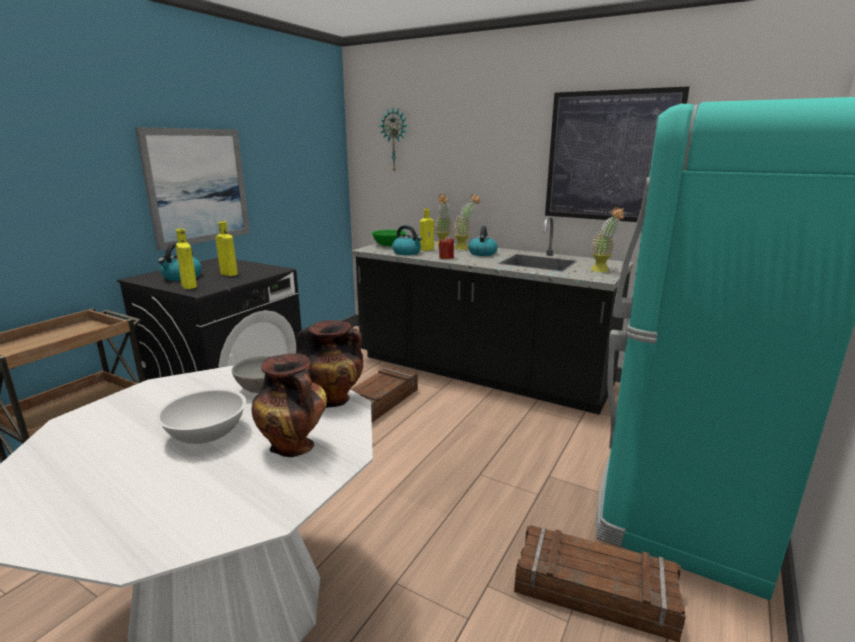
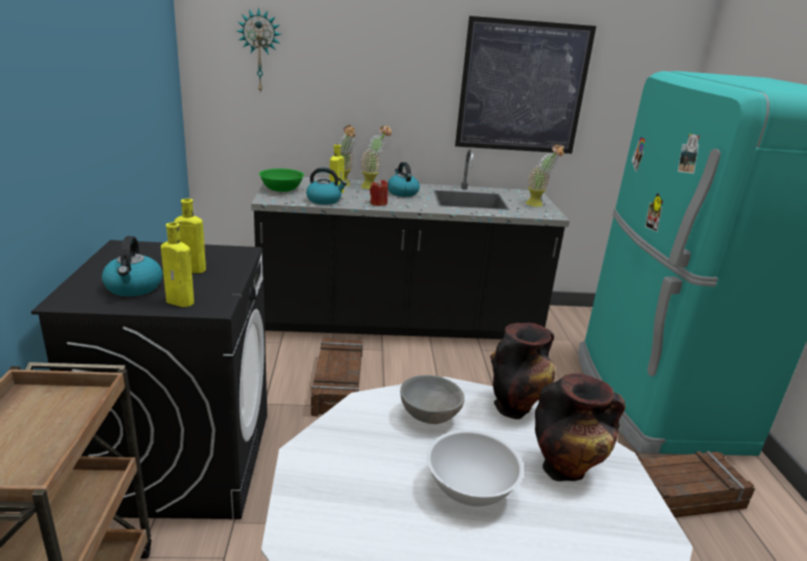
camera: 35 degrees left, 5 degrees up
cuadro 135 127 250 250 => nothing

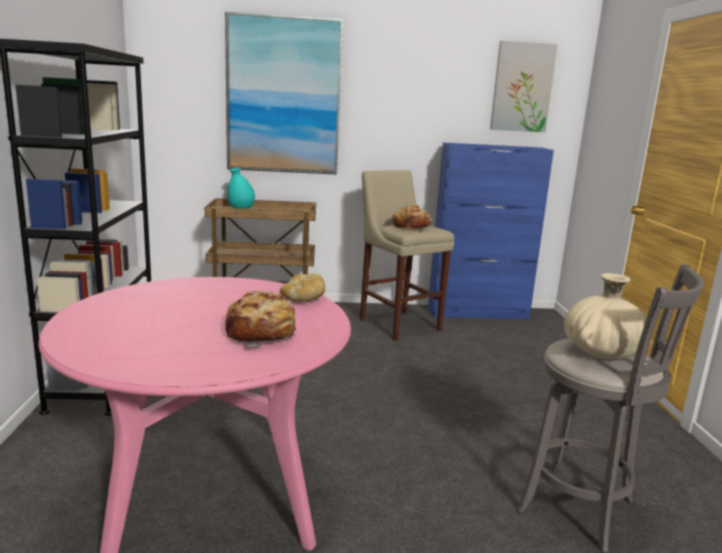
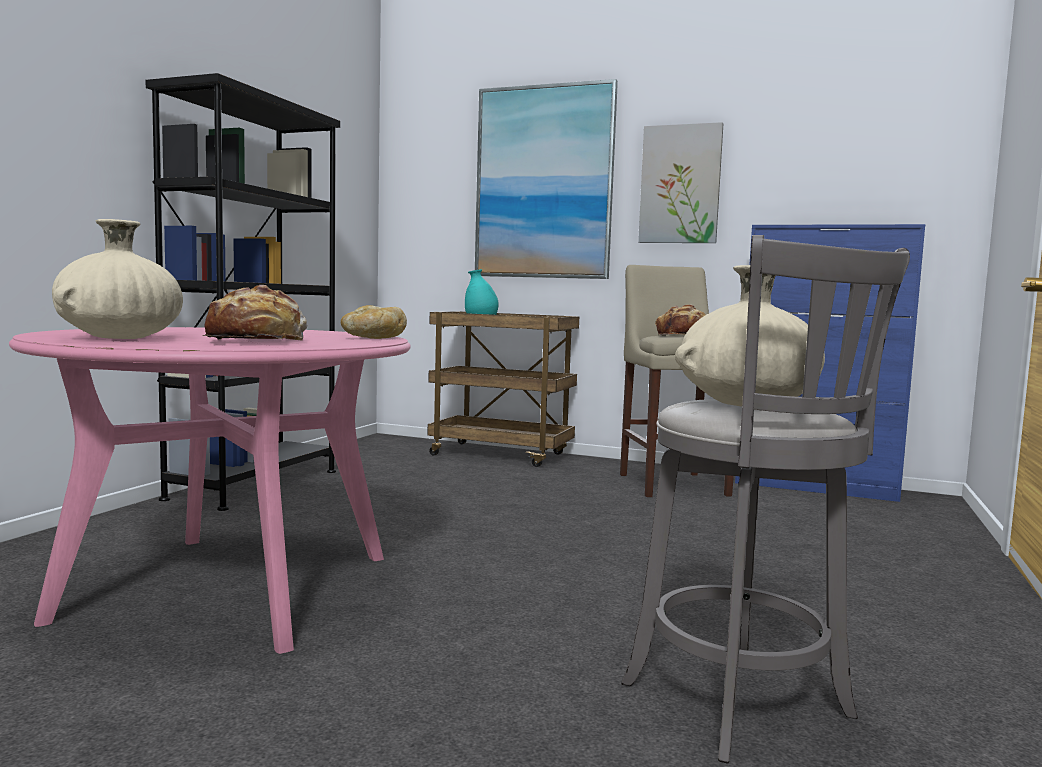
camera: 25 degrees right, 10 degrees down
nothing => florero (beis) 52 219 183 339
cuadro 490 41 558 132 => cuadro 638 122 723 243, relocated

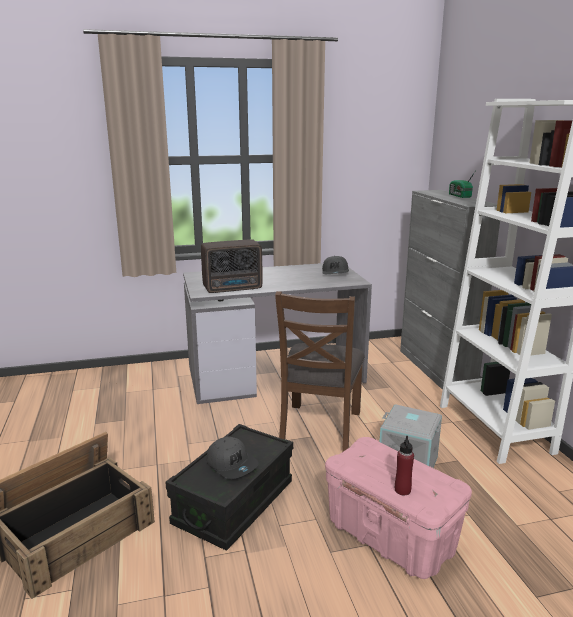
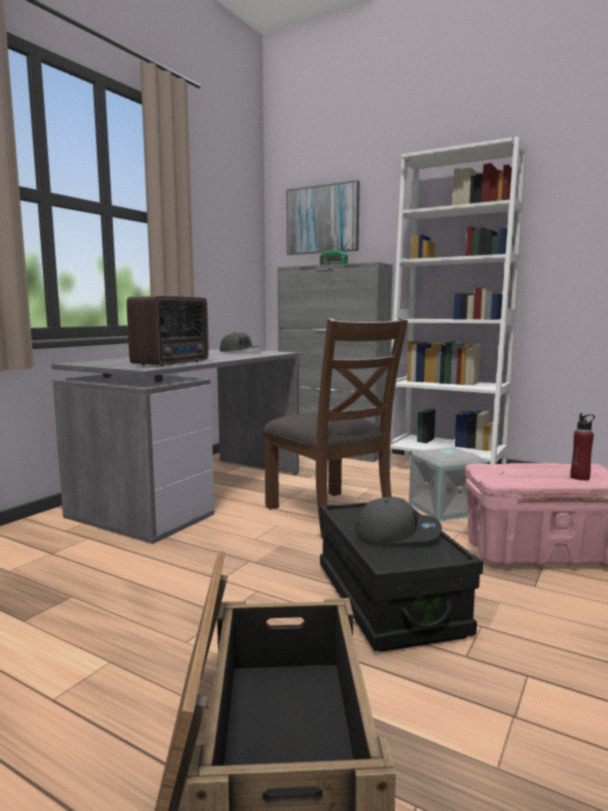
camera: 45 degrees left, 10 degrees down
nothing => cuadro 287 180 360 255

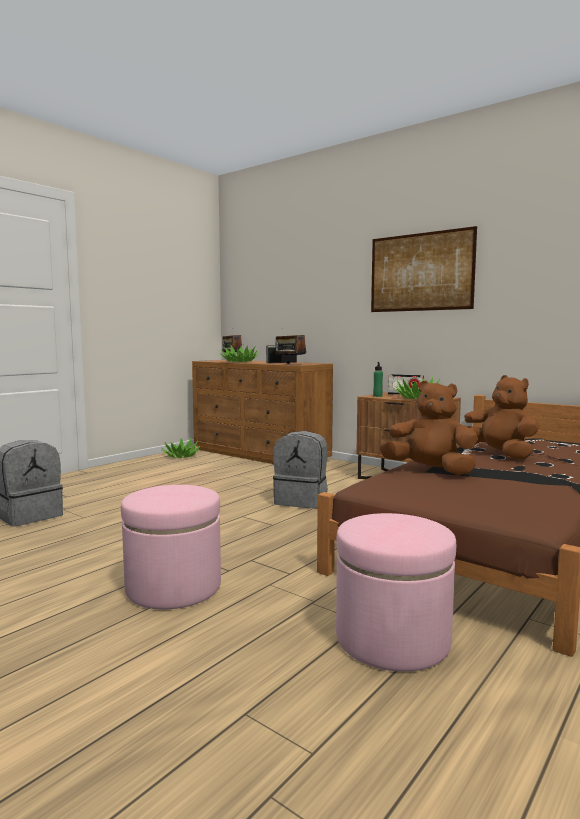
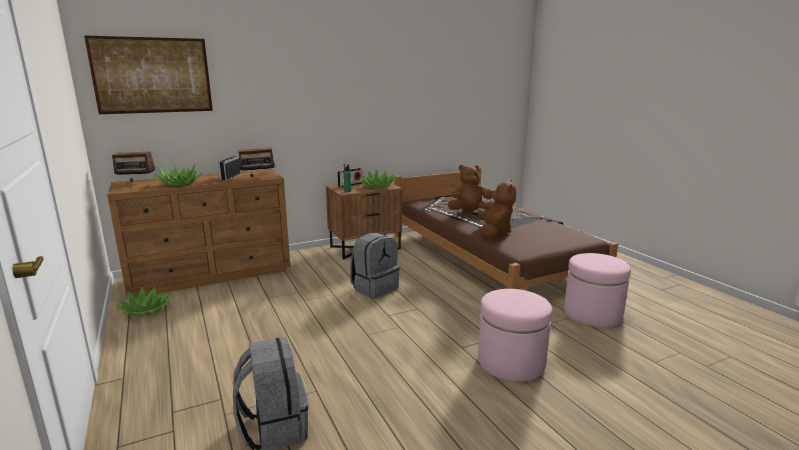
camera: 65 degrees left, 10 degrees up
cuadro 371 226 477 312 => cuadro 84 35 213 114, relocated
peluche (marrón) 379 381 478 475 => peluche (marrón) 478 180 516 238, 135 degrees clockwise

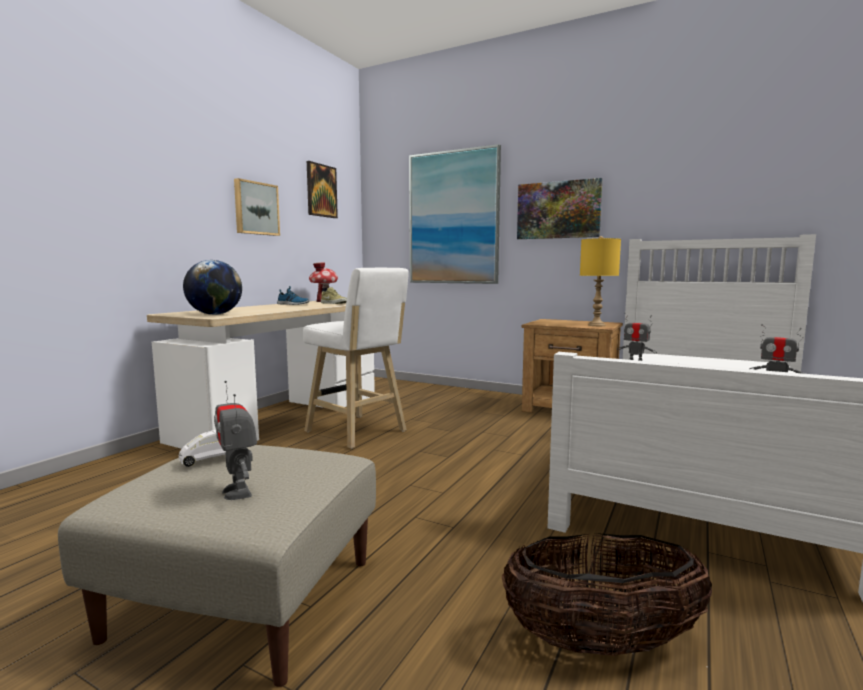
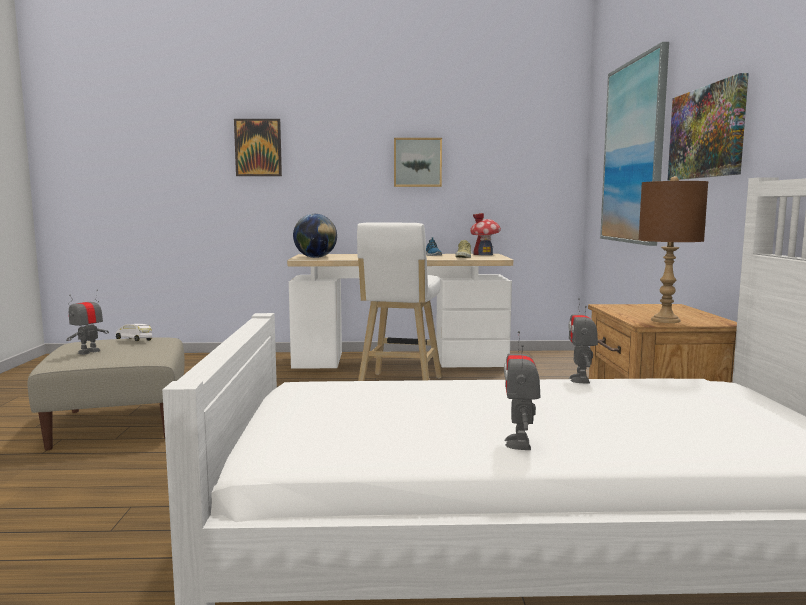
camera: 60 degrees right, 0 degrees up
cesta 502 533 712 656 => nothing
cuadro 307 161 338 218 => cuadro 234 119 282 176, relocated
lámpara de mesa (amarillo) 580 236 621 326 => lámpara de mesa (marrón) 639 176 708 323

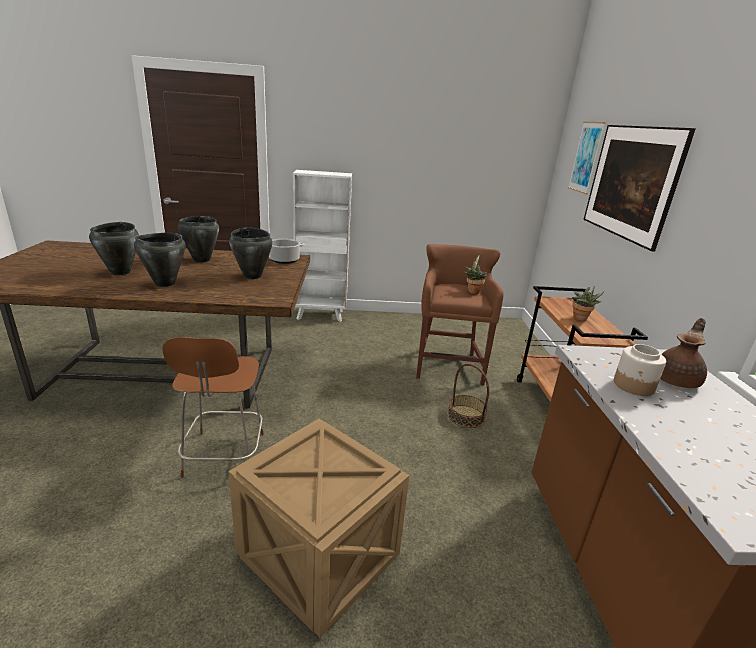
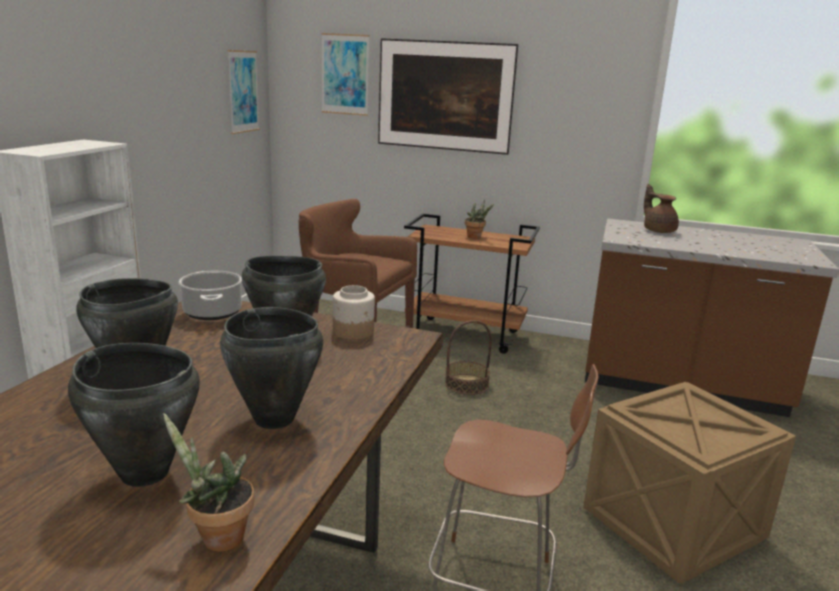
camera: 70 degrees left, 5 degrees down
nothing => cuadro 227 50 260 134
planta en maceta 464 256 487 294 => planta en maceta 163 413 254 552, relocated
tarro 614 344 666 396 => tarro 333 285 375 340, relocated

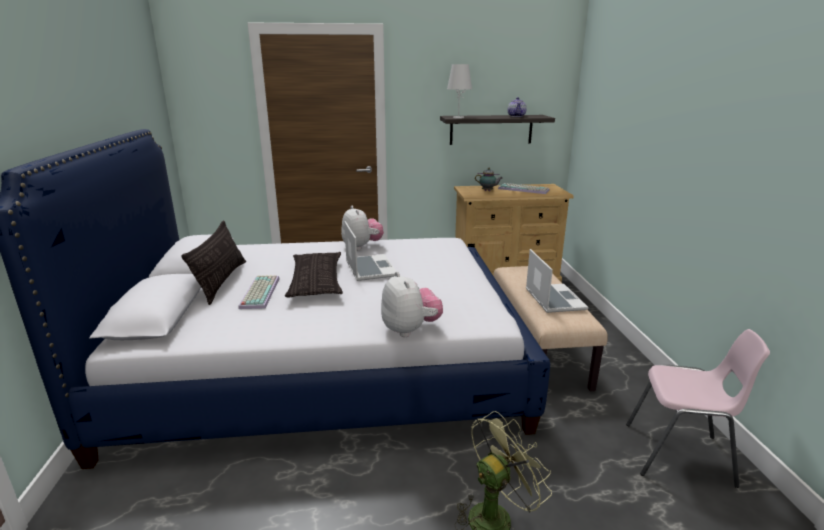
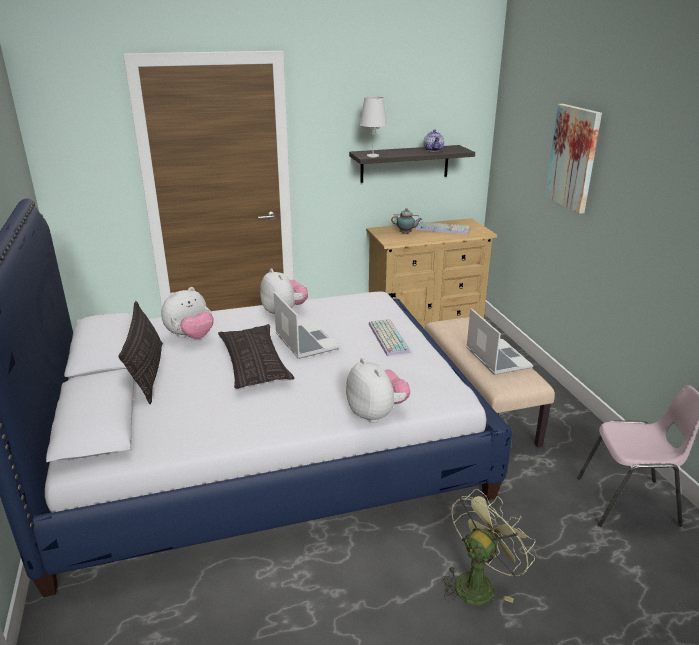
camera: 10 degrees left, 5 degrees up
nothing => peluche 161 287 214 339
nothing => cuadro 545 104 602 214
teclado 238 275 280 309 => teclado 369 319 411 356, relocated

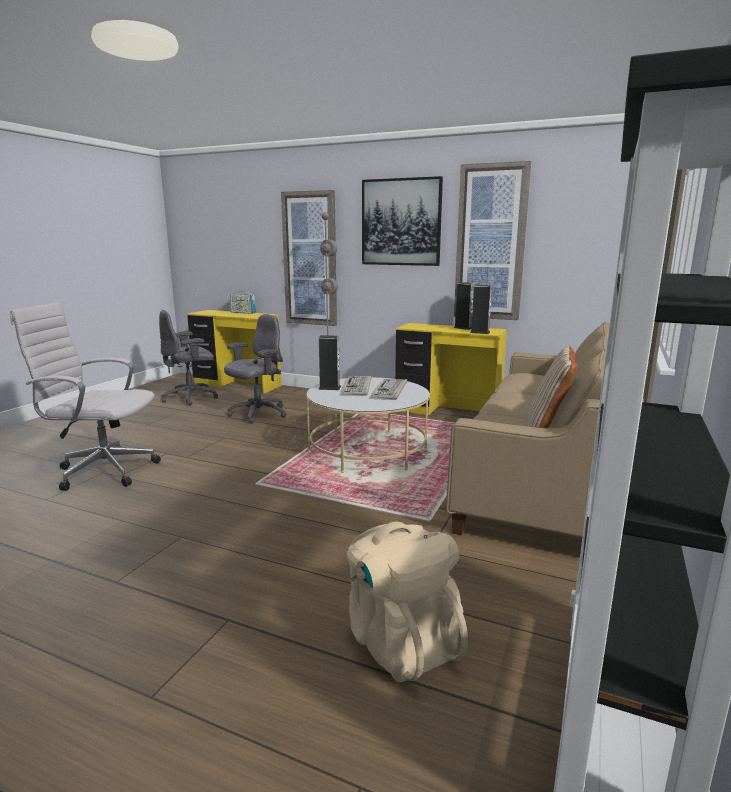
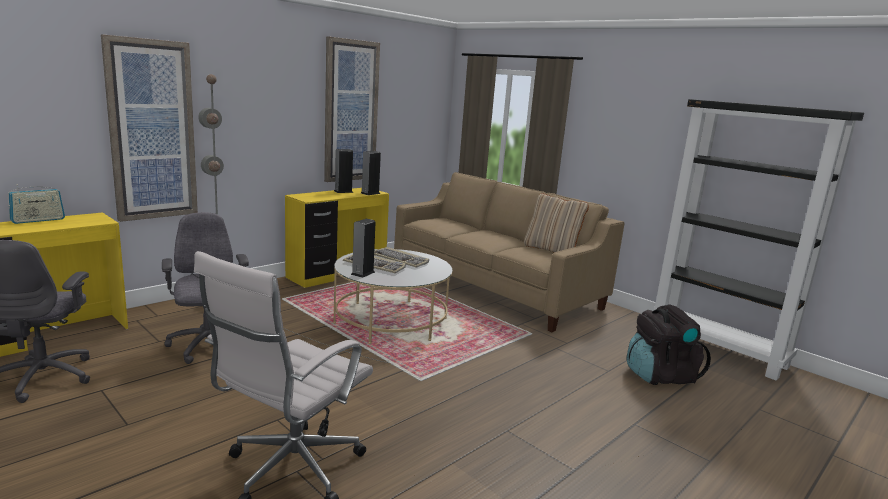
camera: 70 degrees left, 0 degrees up
cuadro 362 176 443 266 => nothing
mochila (beis) 347 522 468 682 => mochila (negro) 626 304 711 385

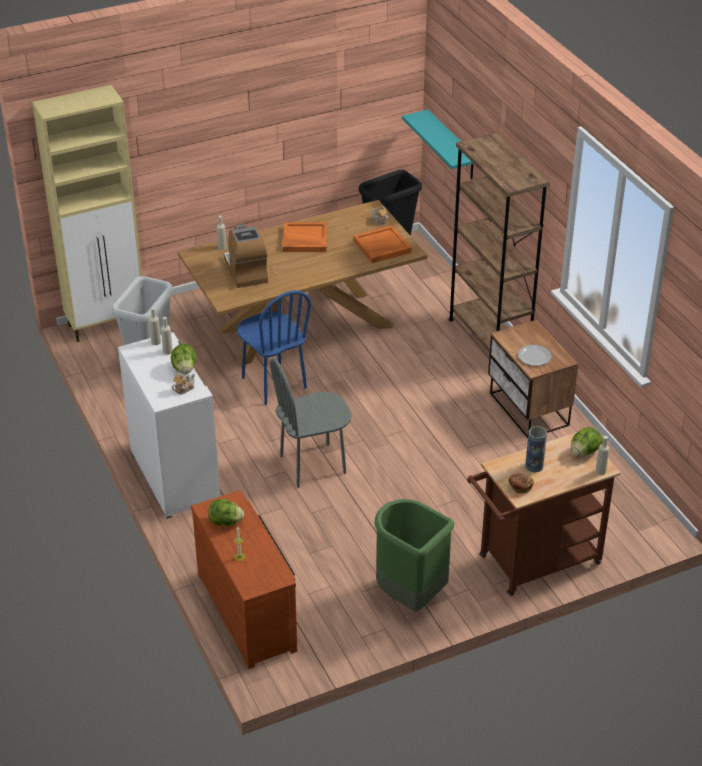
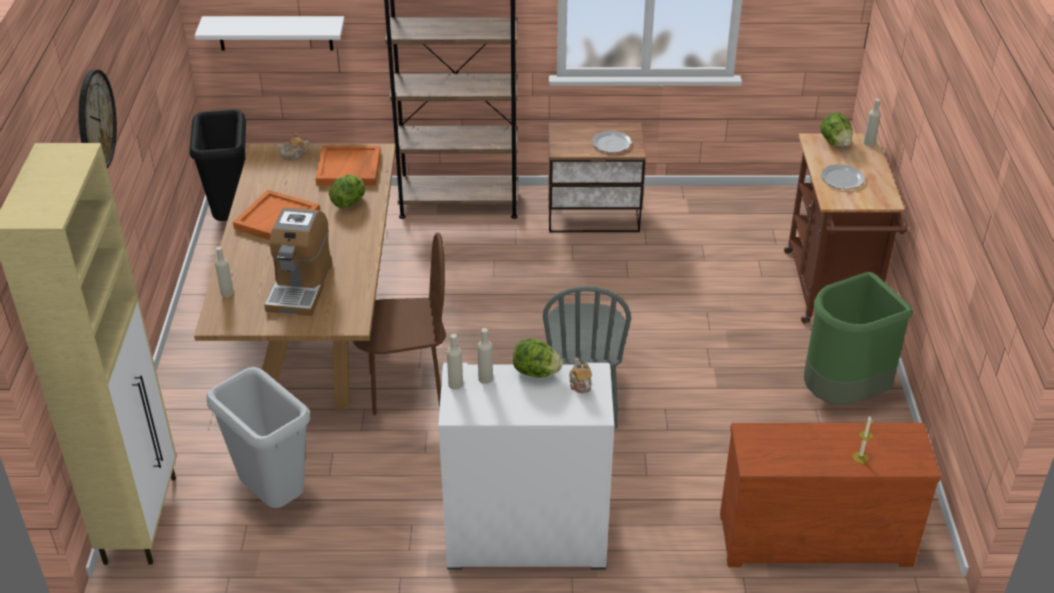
camera: 65 degrees left, 0 degrees up
pan 508 474 534 494 => nothing
nothing => reloj de pared 79 70 117 168
lechuga 208 499 244 526 => lechuga 329 175 365 208, relocated
florero 525 426 547 472 => plato 821 164 865 189
silla (azul) 237 290 311 405 => silla (marrón) 353 232 445 415
estante (turquesa) 402 110 473 179 => estante (blanco) 194 16 345 51
cafetera 224 224 268 288 => cafetera 264 207 332 316, 90 degrees counterclockwise

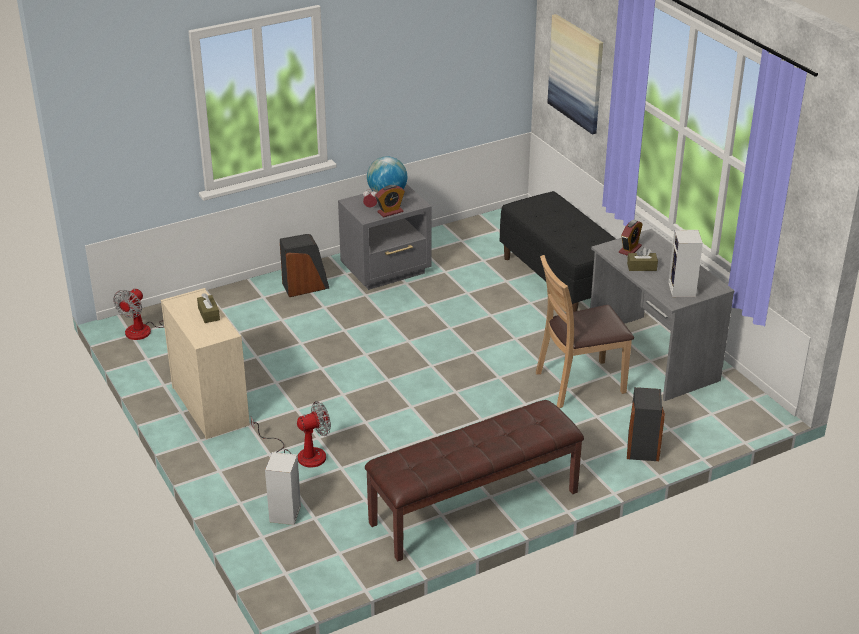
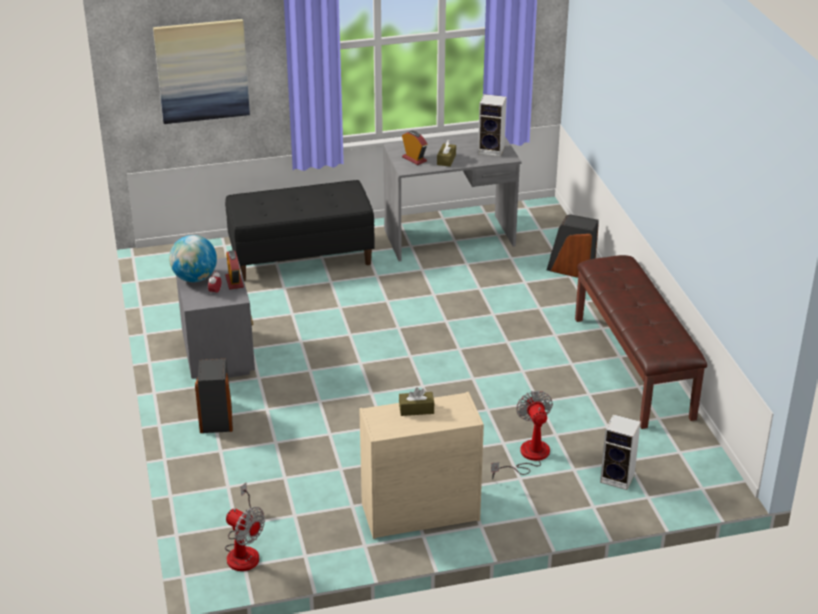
camera: 75 degrees left, 0 degrees up
silla (marrón) 536 255 634 408 => nothing

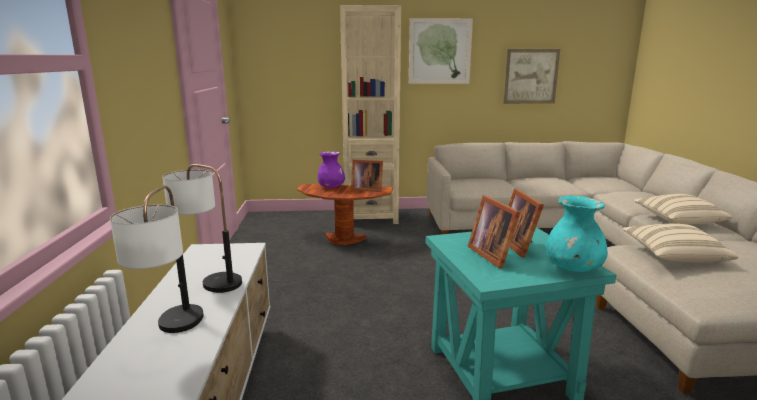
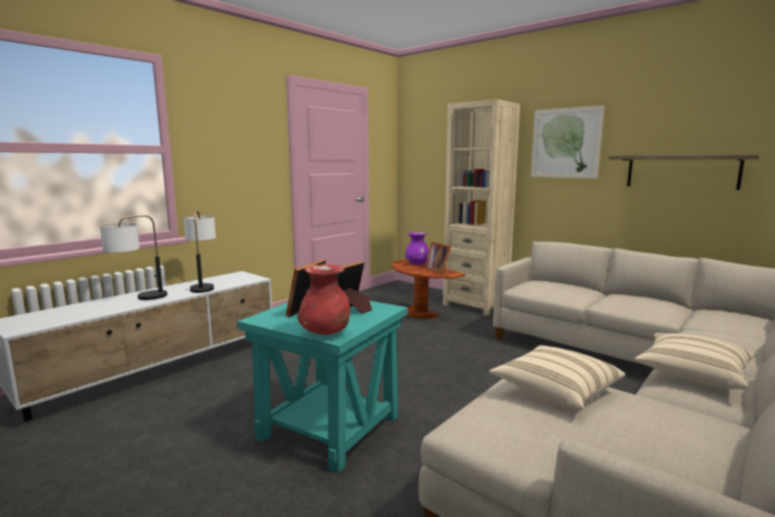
camera: 45 degrees right, 5 degrees down
cuadro 503 49 560 104 => estante 608 155 762 190
florero (turquesa) 546 196 608 272 => florero (rojo) 297 264 350 335

